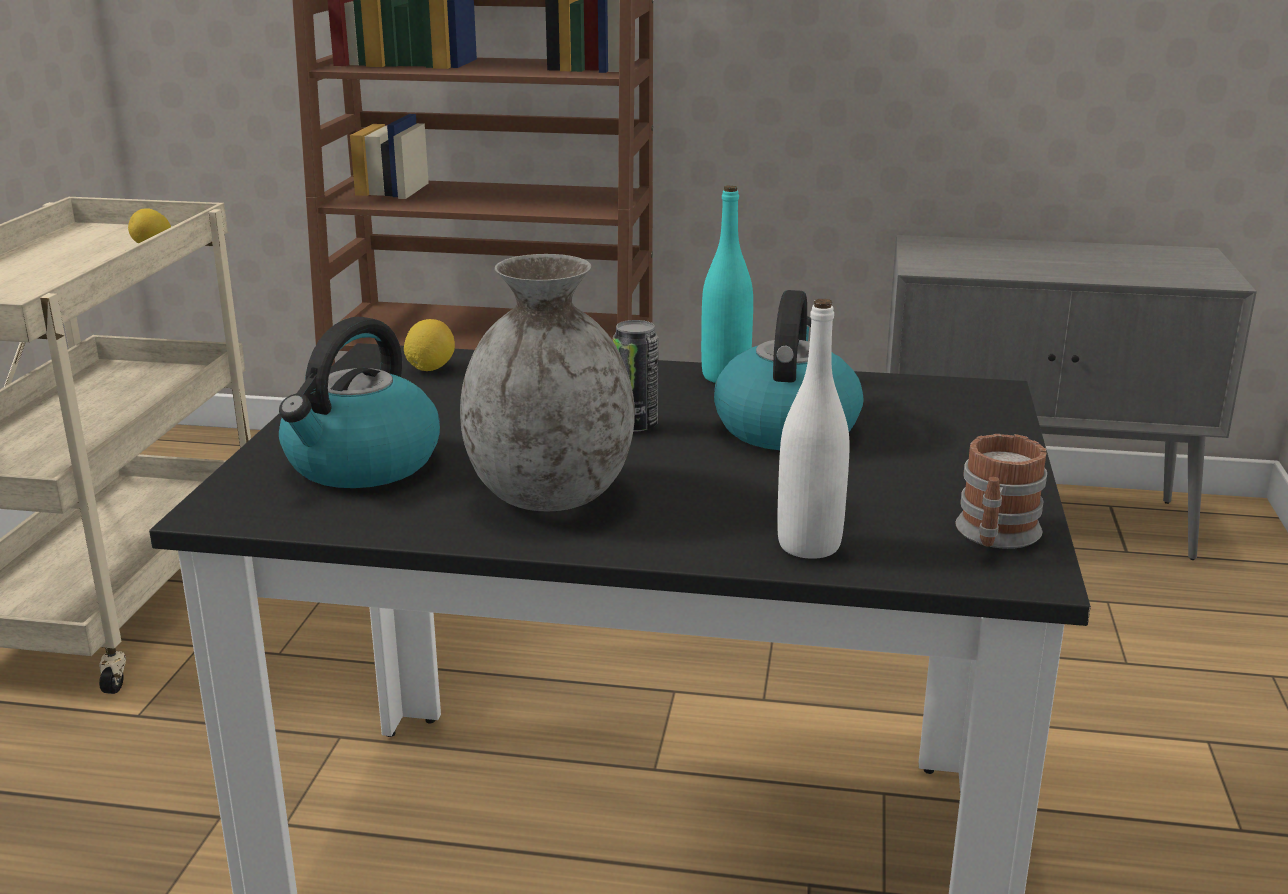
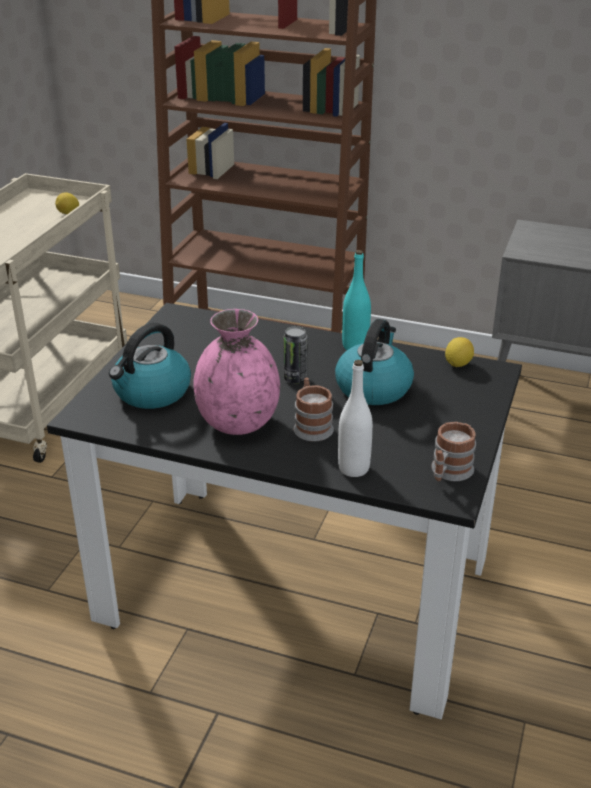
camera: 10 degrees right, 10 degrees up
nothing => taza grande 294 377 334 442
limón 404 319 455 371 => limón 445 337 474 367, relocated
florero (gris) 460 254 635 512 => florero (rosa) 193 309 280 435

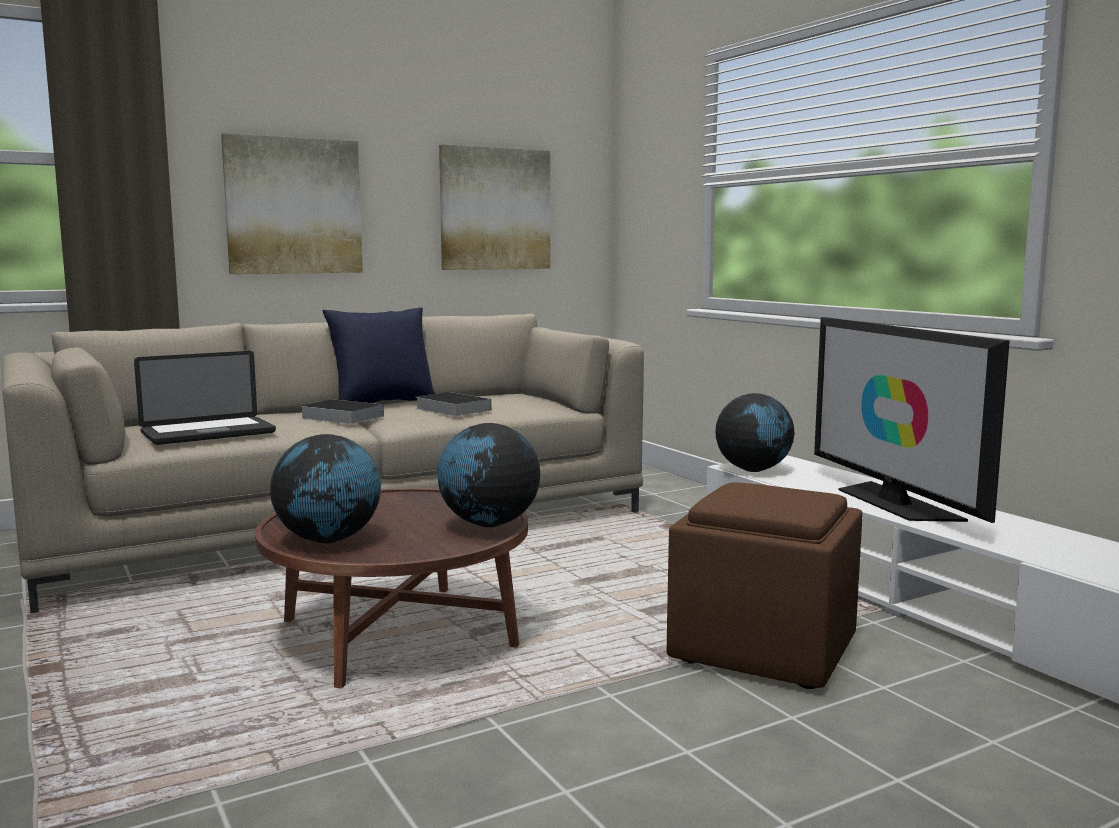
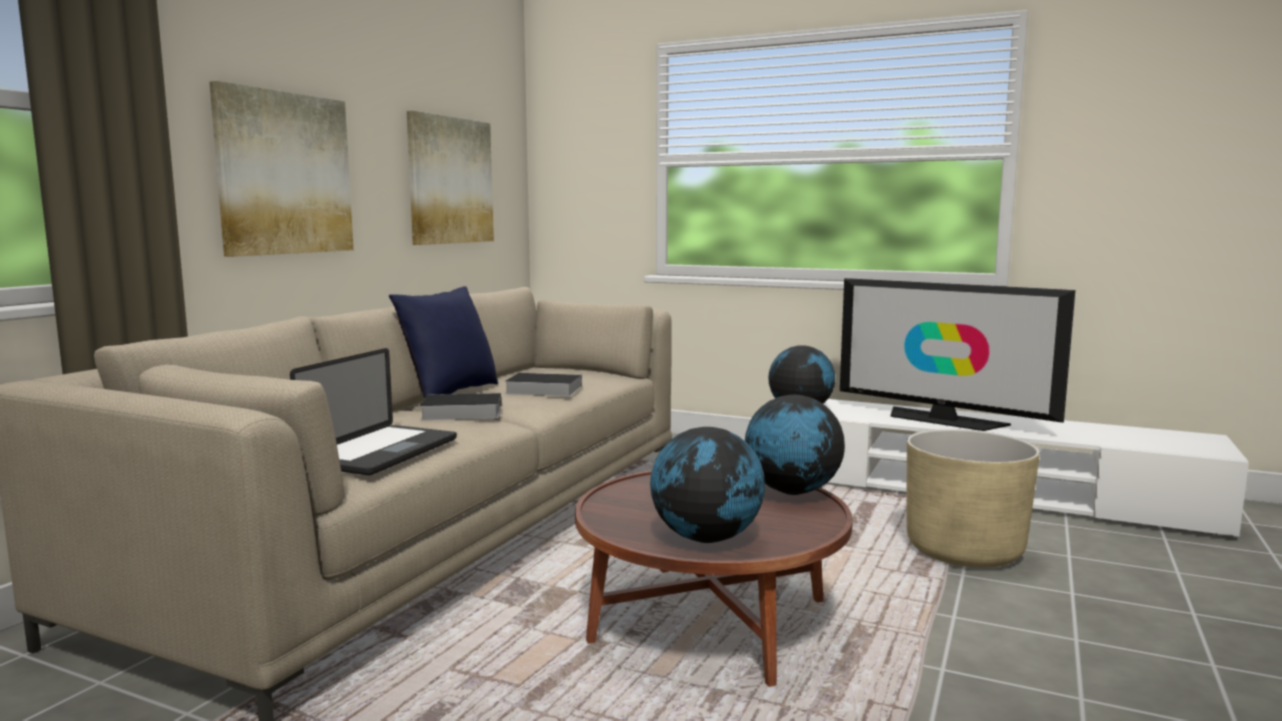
camera: 35 degrees left, 0 degrees up
puf (marrón) 667 482 862 689 => maceta (beis) 907 429 1040 568

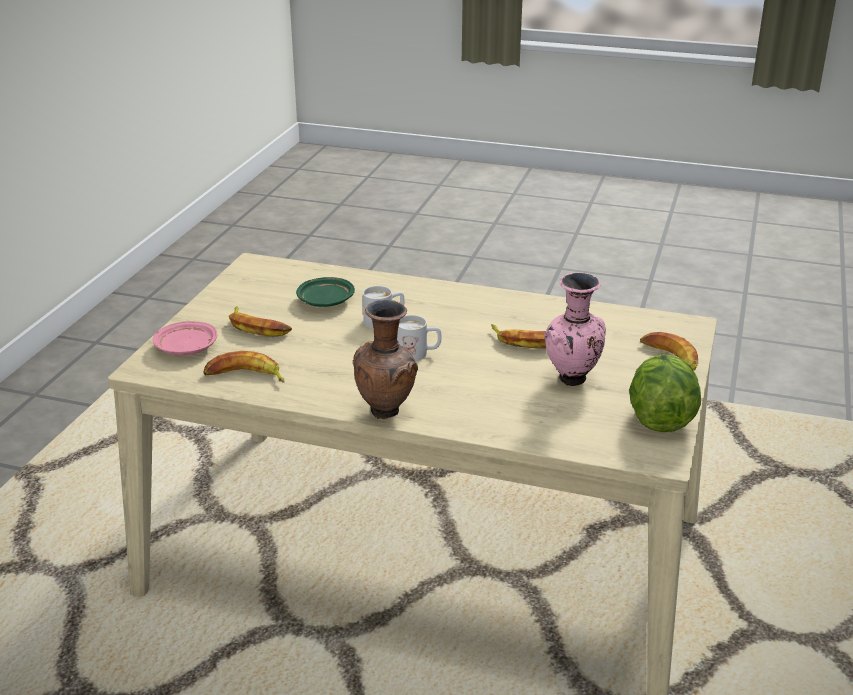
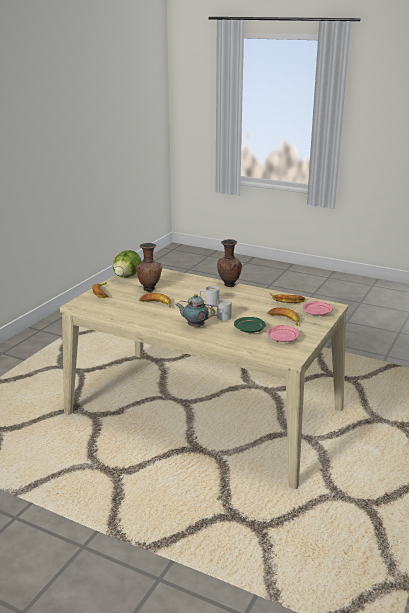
camera: 170 degrees left, 5 degrees down
nothing => tetera 175 294 215 327
nothing => plato (rosa) 267 325 299 342
florero (rosa) 544 272 606 386 => florero (marrón) 136 243 162 291

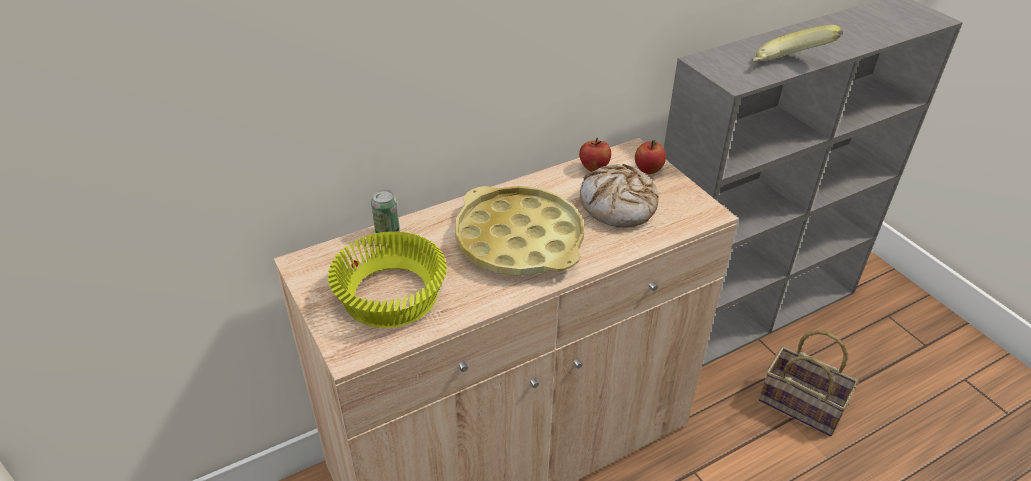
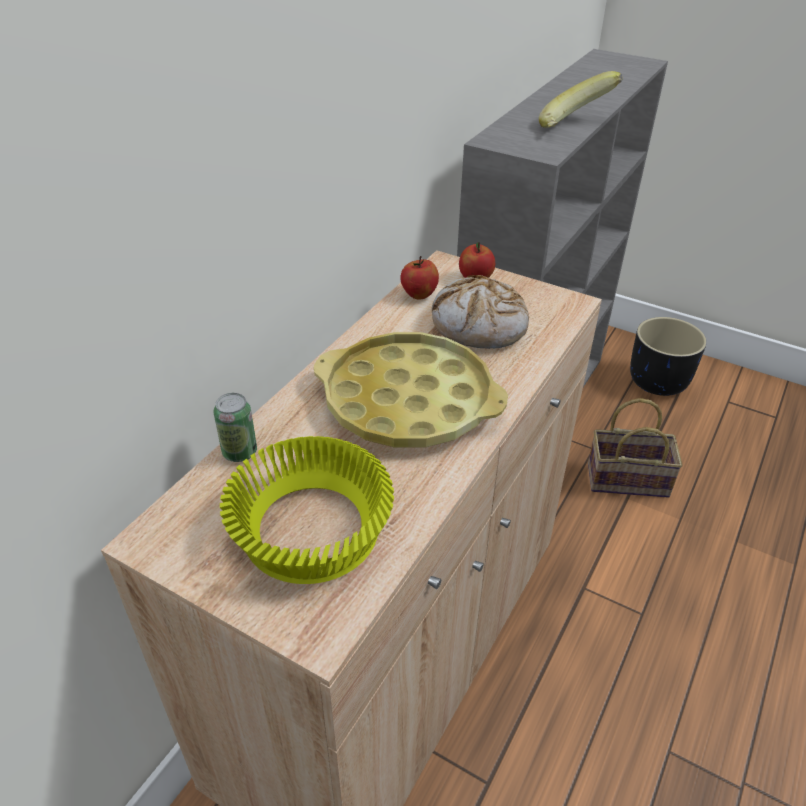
camera: 30 degrees left, 0 degrees up
nothing => maceta (negro) 630 317 707 396

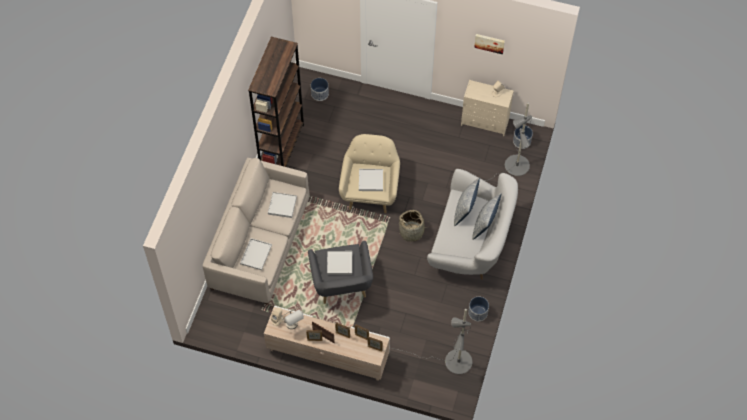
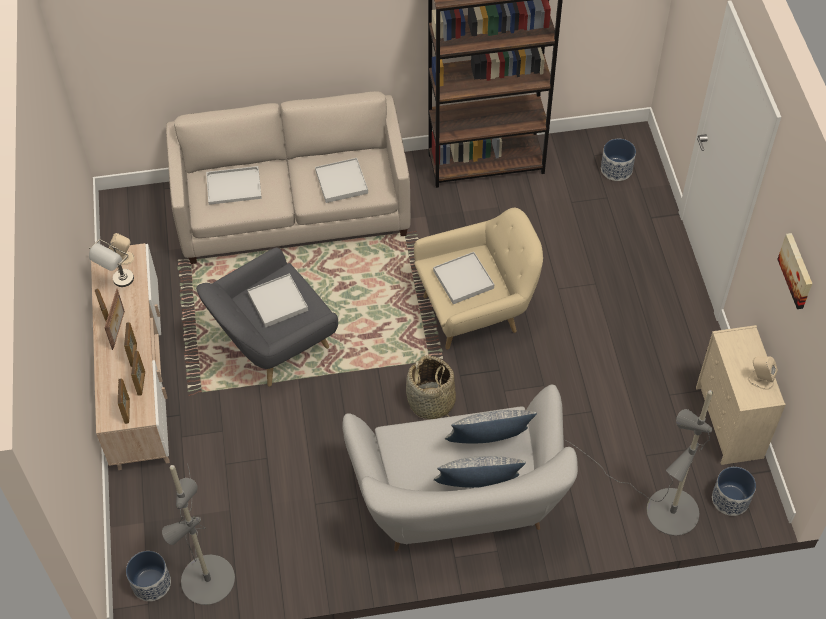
camera: 65 degrees right, 5 degrees down
maceta 468 297 489 321 => maceta 126 551 171 601, relocated

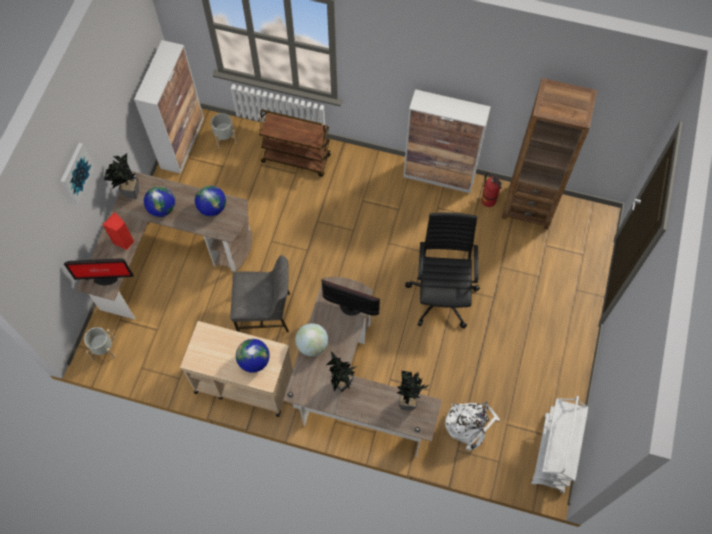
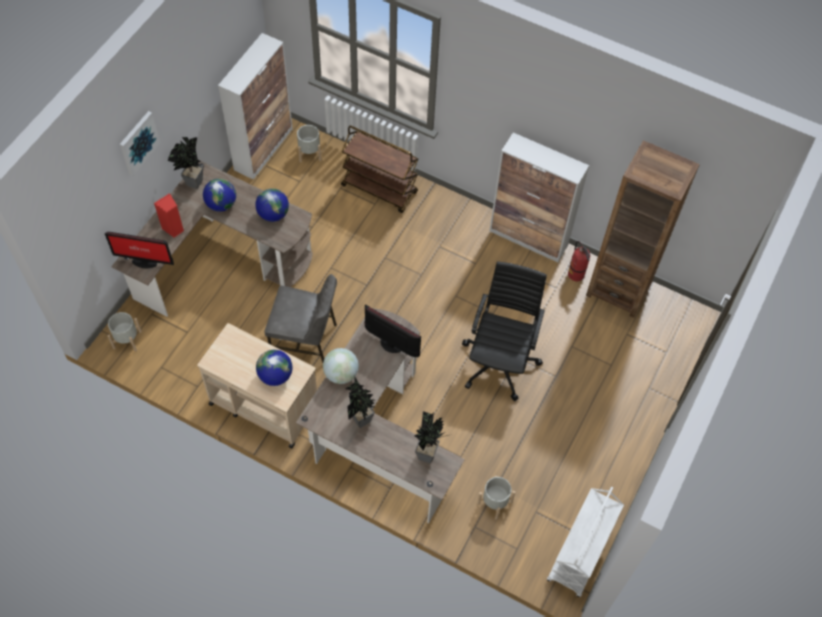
camera: 10 degrees right, 5 degrees down
mochila (blanco) 445 402 500 451 => maceta (gris) 477 476 515 520

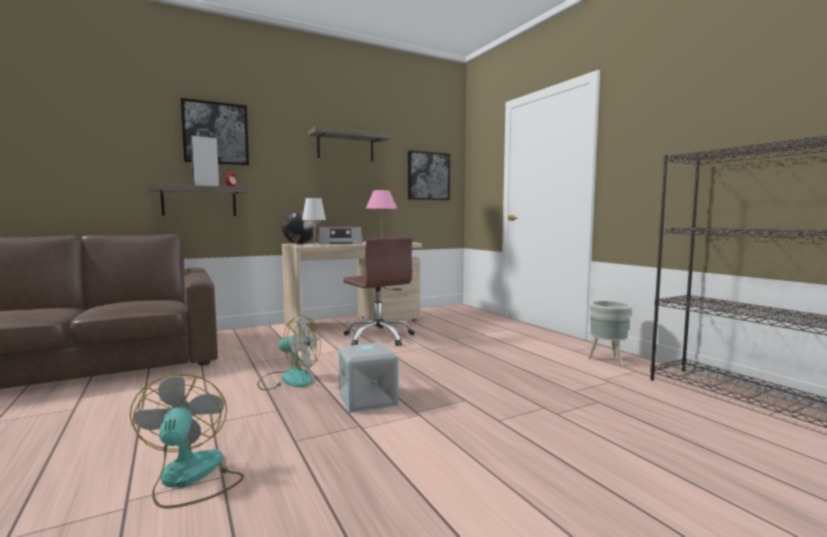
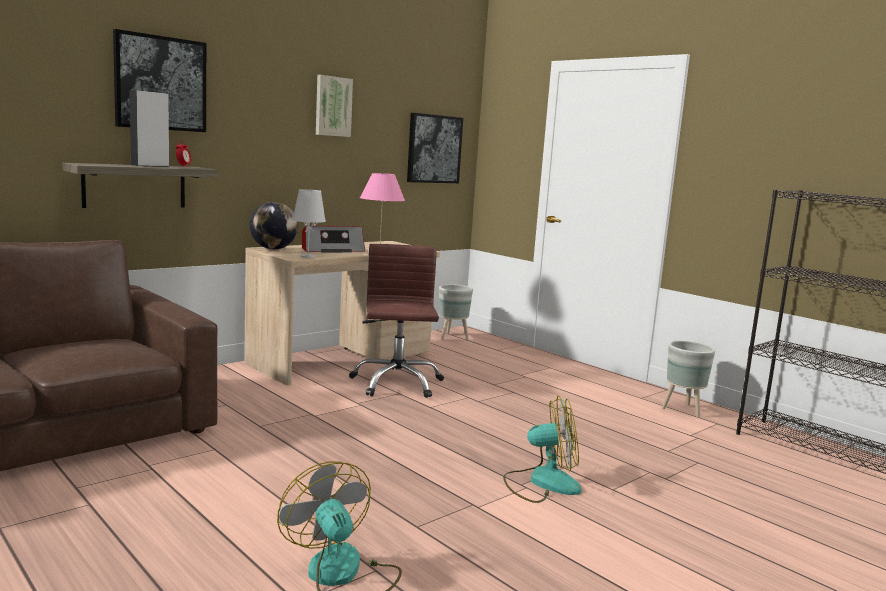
camera: 15 degrees left, 5 degrees up
caja de almacenaje (gris) 338 342 398 413 => nothing
nothing => maceta (gris) 439 284 473 340
ventilador 257 315 321 390 => ventilador 503 395 582 503, relocated
estante 308 126 392 162 => cuadro 316 75 353 137
silla de oficina (marrón) 343 237 415 346 => silla de oficina (marrón) 349 244 444 398, 135 degrees counterclockwise

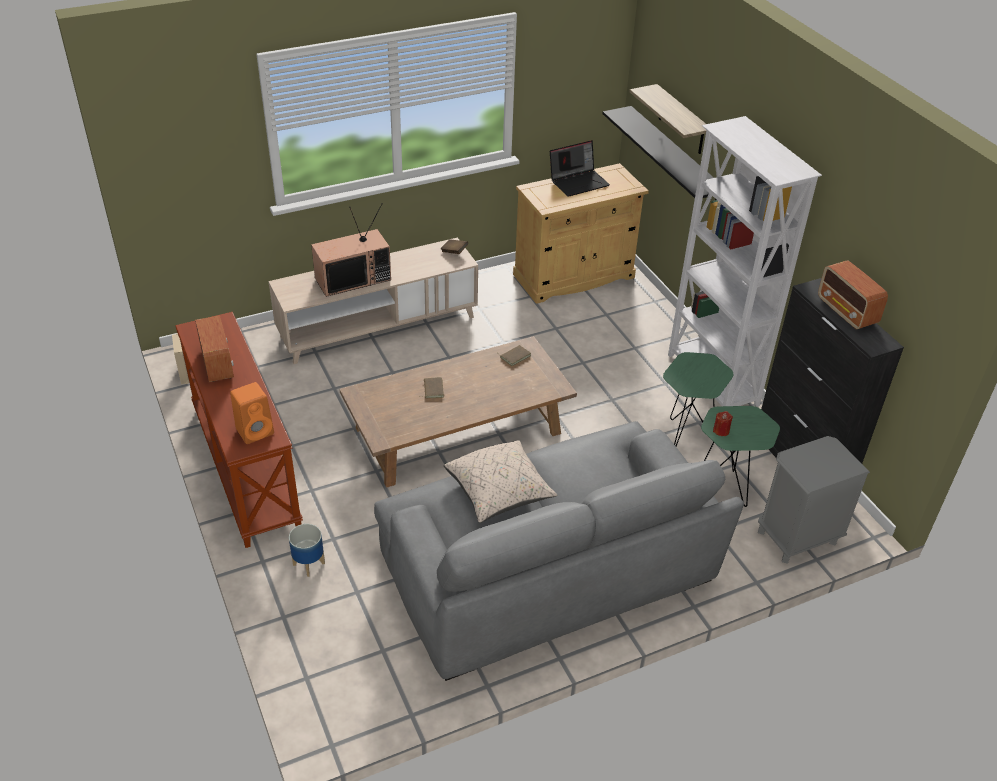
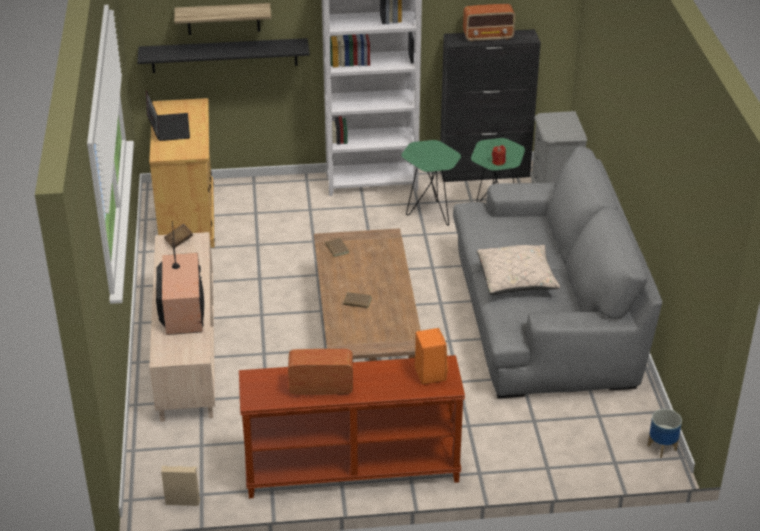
camera: 70 degrees left, 5 degrees down
maceta 289 524 325 577 => maceta 647 409 682 458, relocated

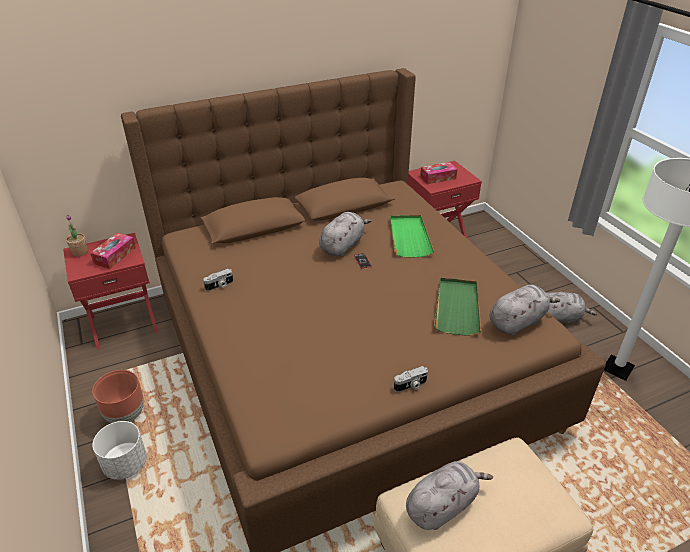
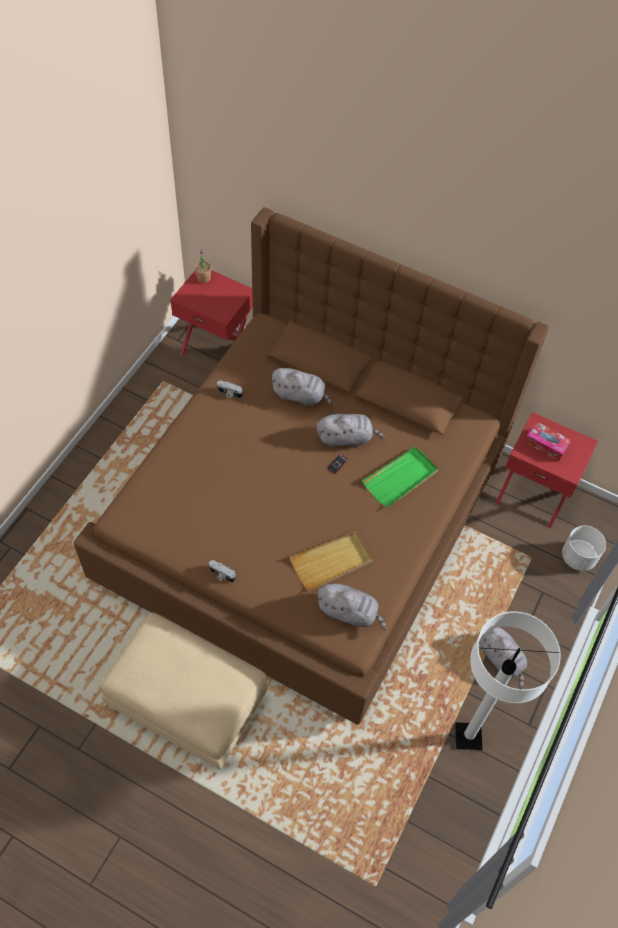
camera: 50 degrees right, 20 degrees up
caja de pañuelos 90 233 136 269 => nothing
maceta (marrón) 92 370 144 423 => nothing
maceta (blanco) 92 421 147 480 => maceta (blanco) 562 525 606 571, relocated
peluche (gris) 406 461 493 530 => peluche (gris) 271 368 333 406, relocated
bandeja (verde) 434 278 481 336 => bandeja (beis) 290 531 373 591

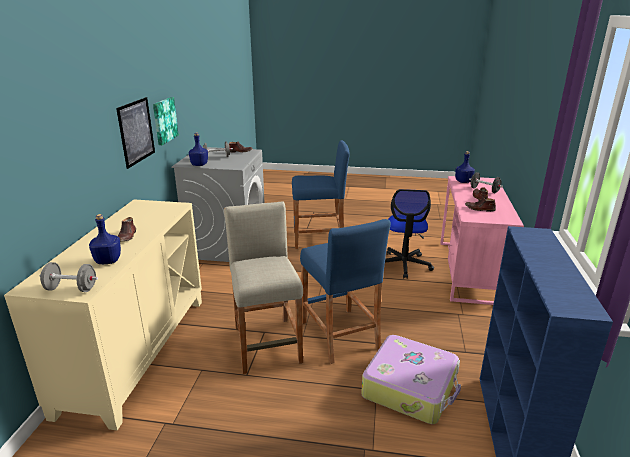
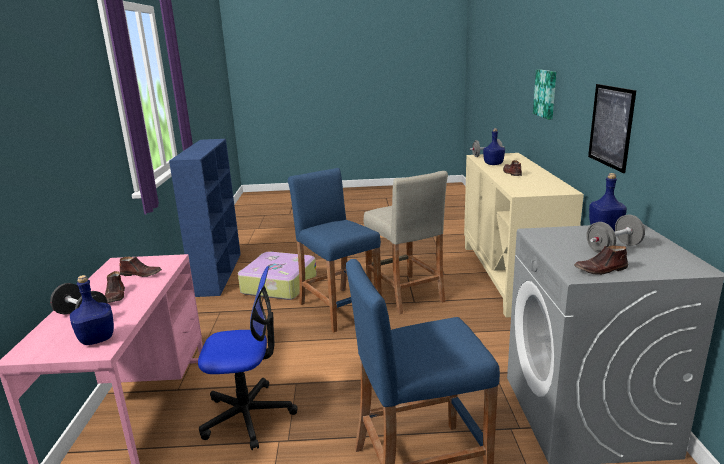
camera: 170 degrees right, 5 degrees down
cuadro 153 97 179 145 => cuadro 533 70 556 120, relocated
silla de oficina 385 189 434 278 => silla de oficina 198 266 298 450, 90 degrees clockwise

